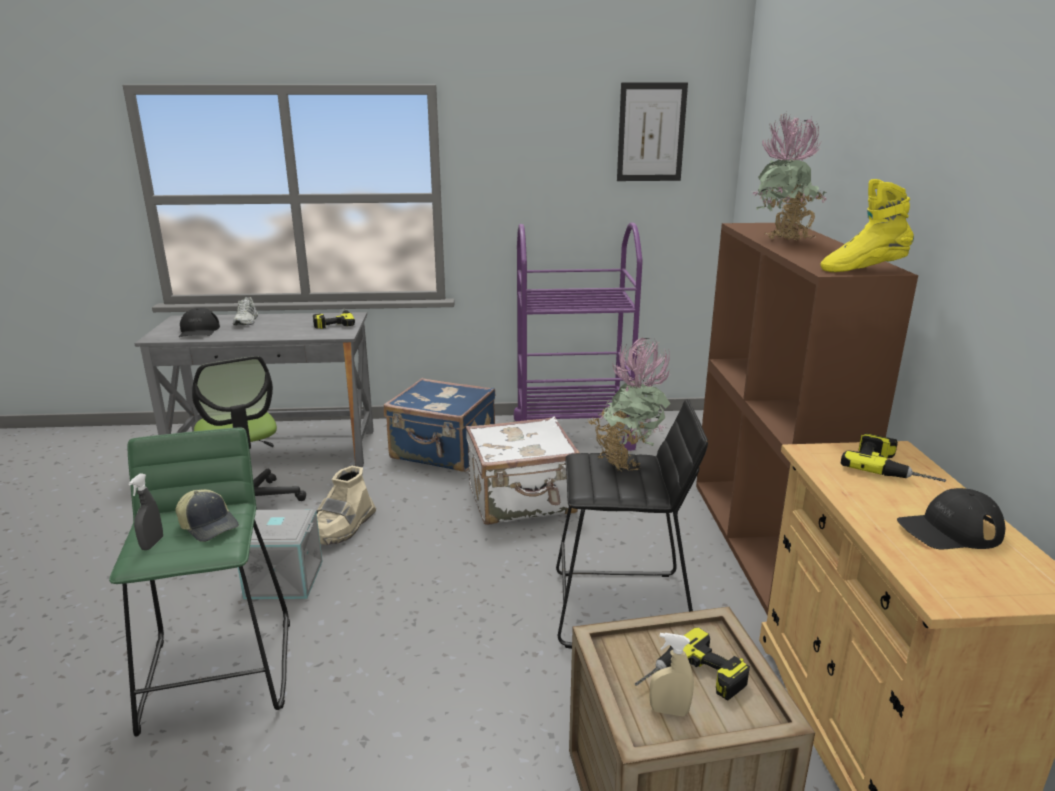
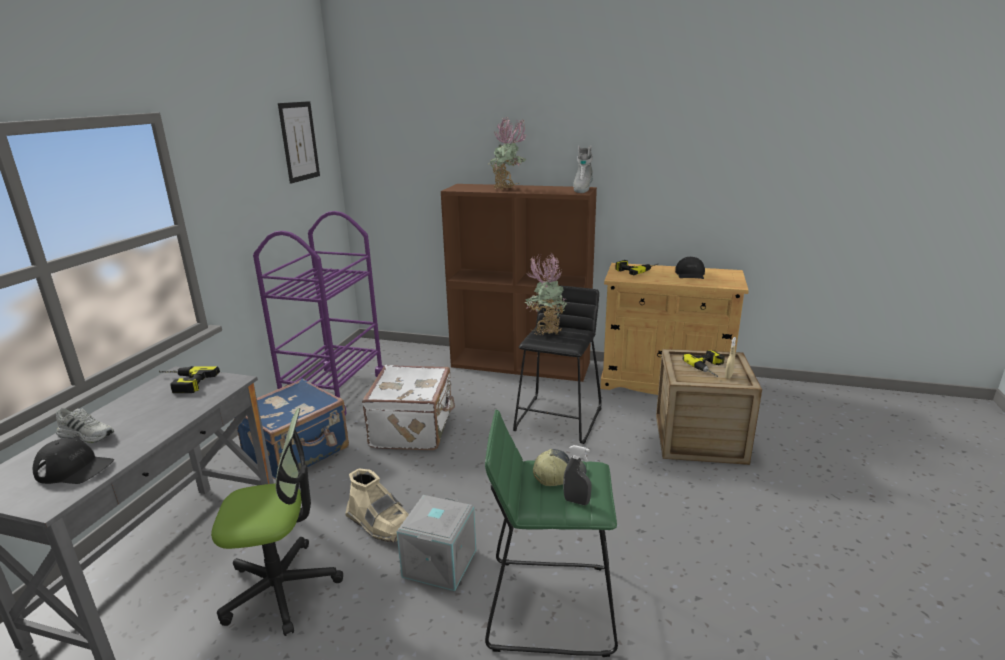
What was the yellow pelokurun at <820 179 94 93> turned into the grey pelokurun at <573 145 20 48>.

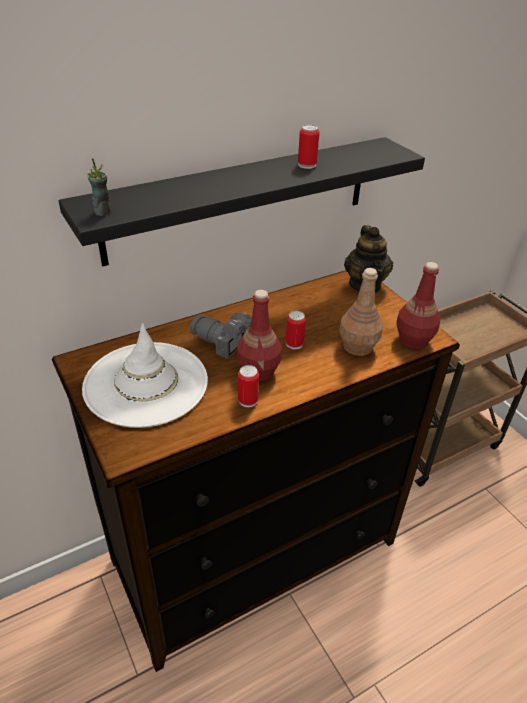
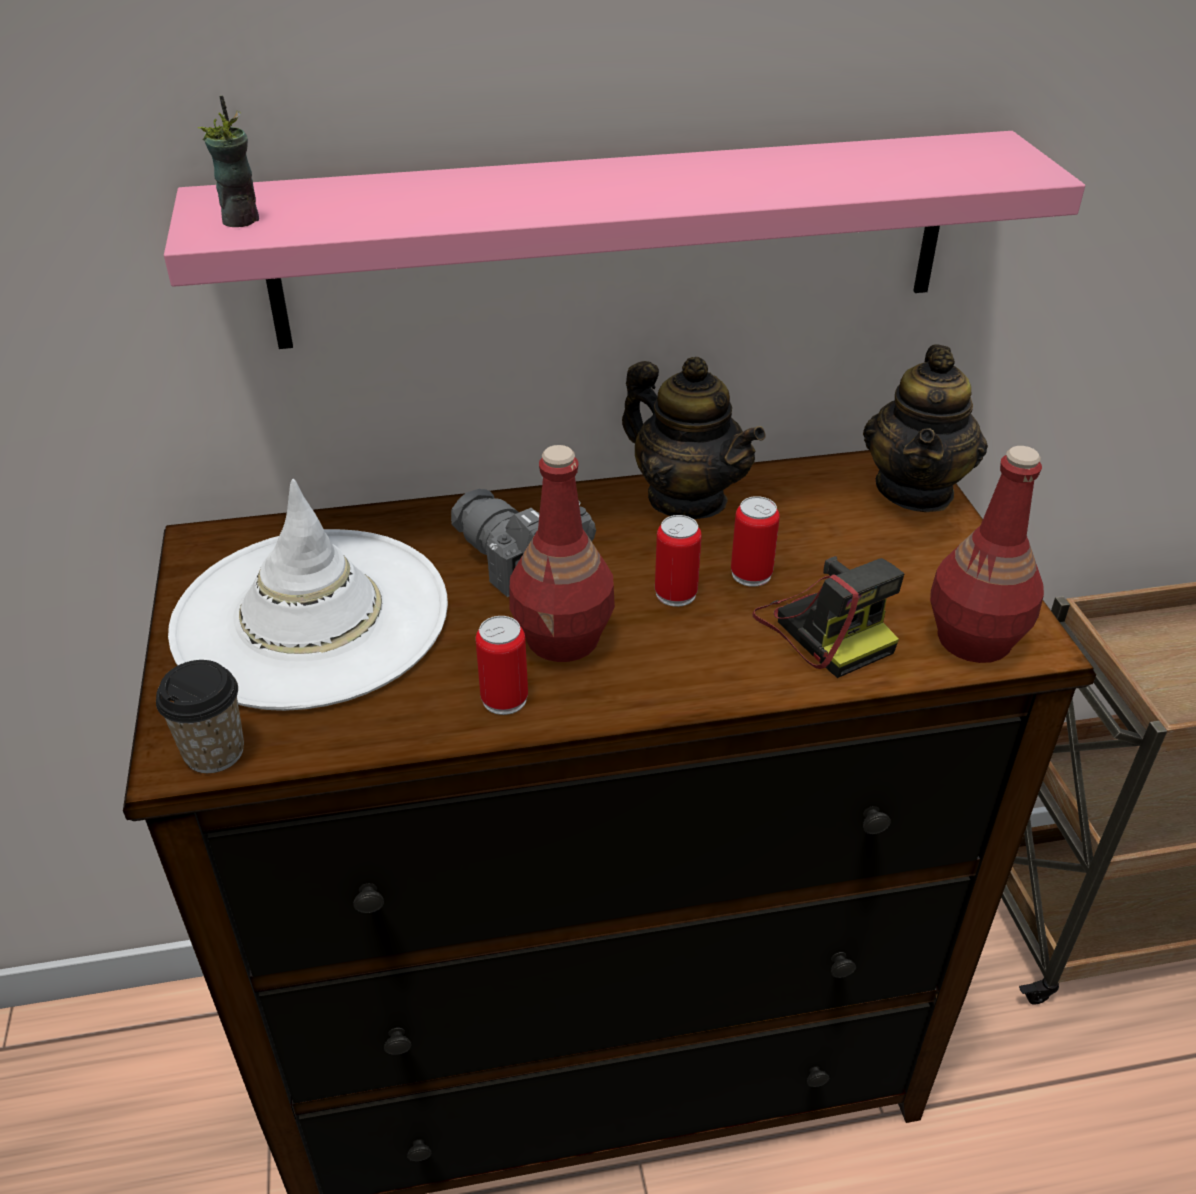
The second view gained the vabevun at <156 660 88 113>.
What was the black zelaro at <58 137 367 129> turned into the pink zelaro at <164 131 921 218>.
The second view gained the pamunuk at <622 357 143 162>.
The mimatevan ended up elsewhere, having gone from <298 125 22 44> to <731 496 49 91>.
Where the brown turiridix stood at <339 268 44 88>, the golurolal came to stand at <752 556 153 122>.

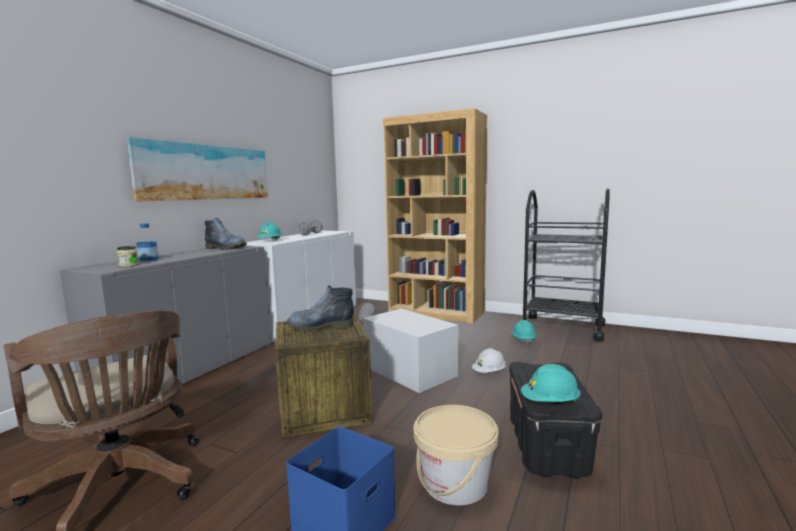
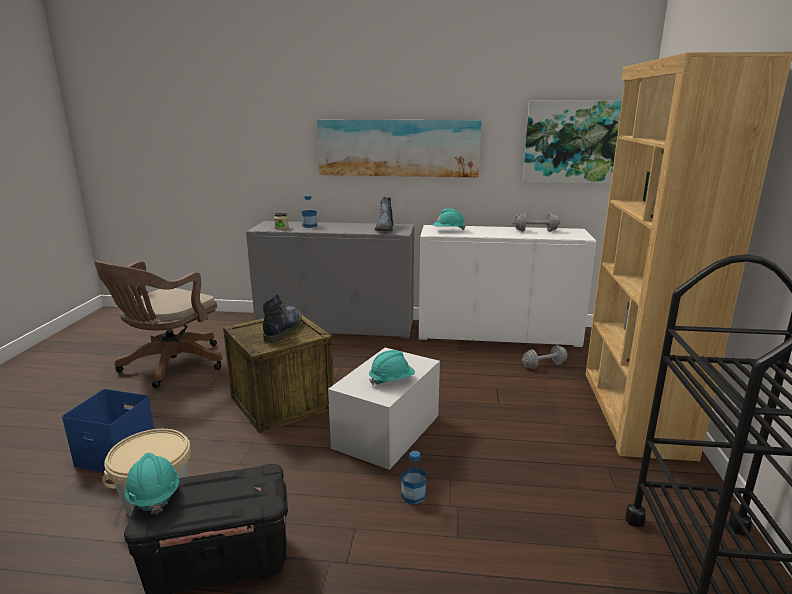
The pelokurun at <286 286 68 45> ended up facing another way, 45 degrees clockwise from before.
The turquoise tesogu ended up elsewhere, having gone from <511 320 25 25> to <369 350 46 35>.
Where the white tesogu stood at <472 348 34 25>, the turiridix came to stand at <401 451 25 54>.
The second view gained the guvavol at <523 101 99 83>.

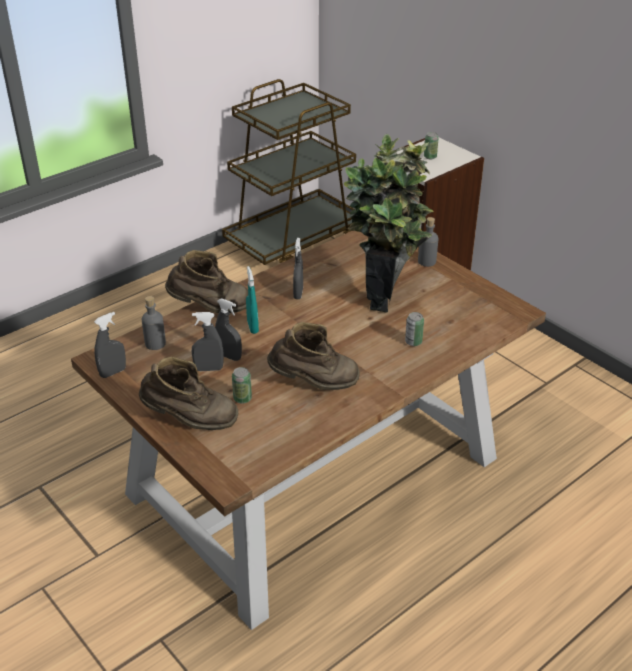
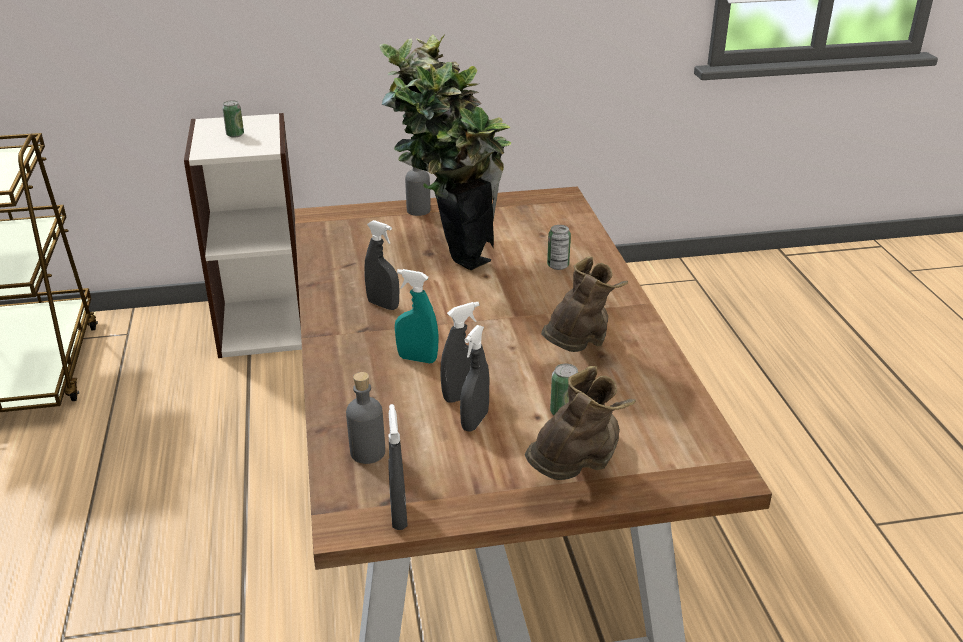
The second view lost the brown pelokurun at <165 250 83 63>.

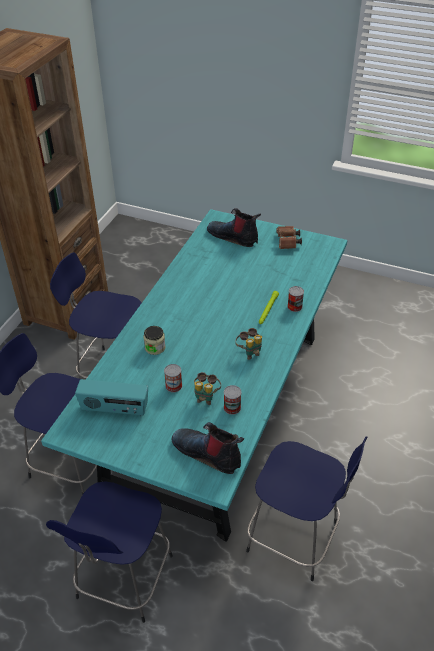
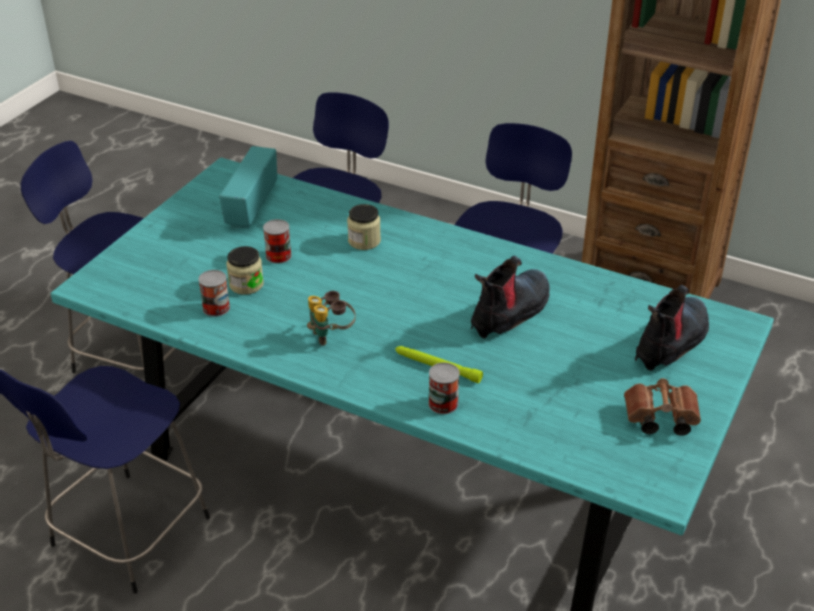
Where the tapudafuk stood at <194 372 27 33>, the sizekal came to stand at <226 246 38 49>.
The pelokurun ended up elsewhere, having gone from <171 422 73 52> to <471 256 79 83>.

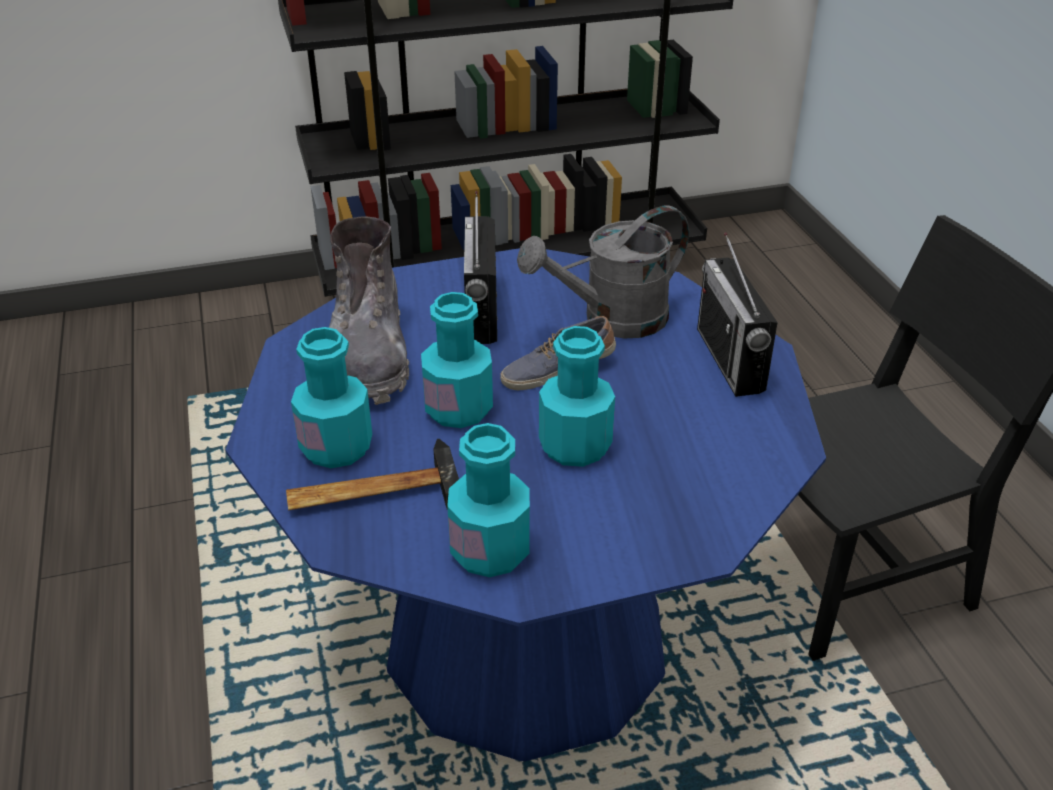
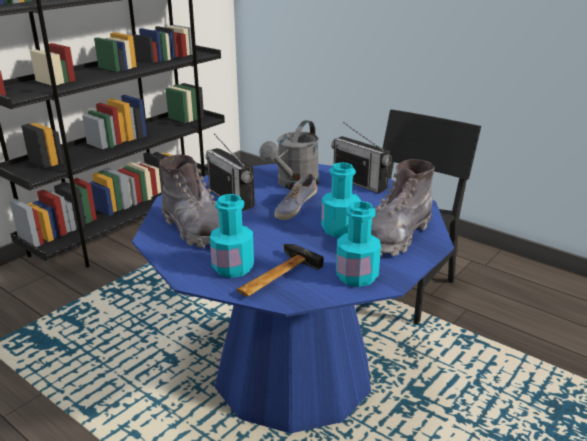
The second view gained the grey pelokurun at <371 159 64 98>.
The second view lost the turquoise turiridix at <421 292 72 136>.

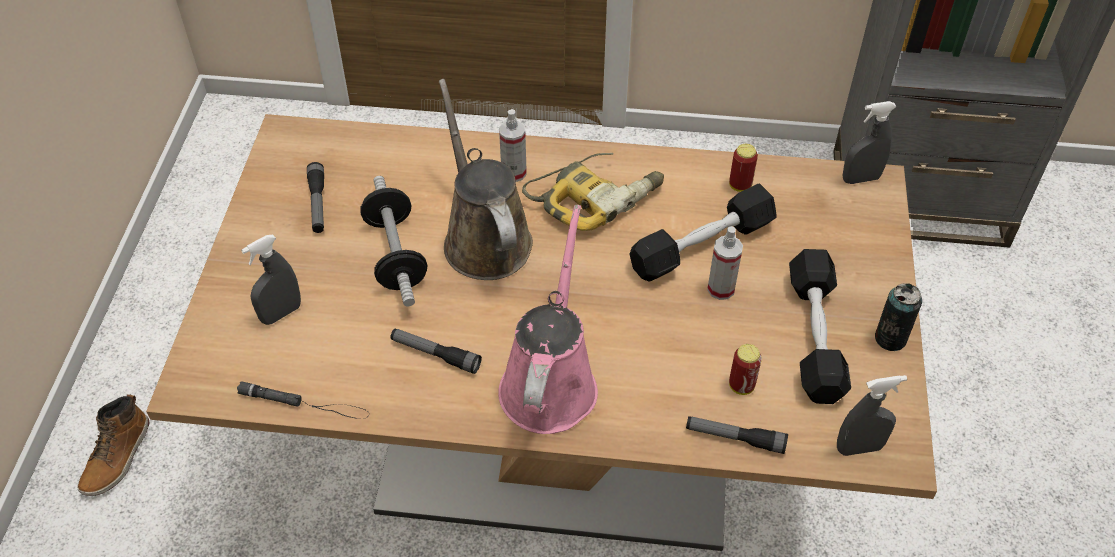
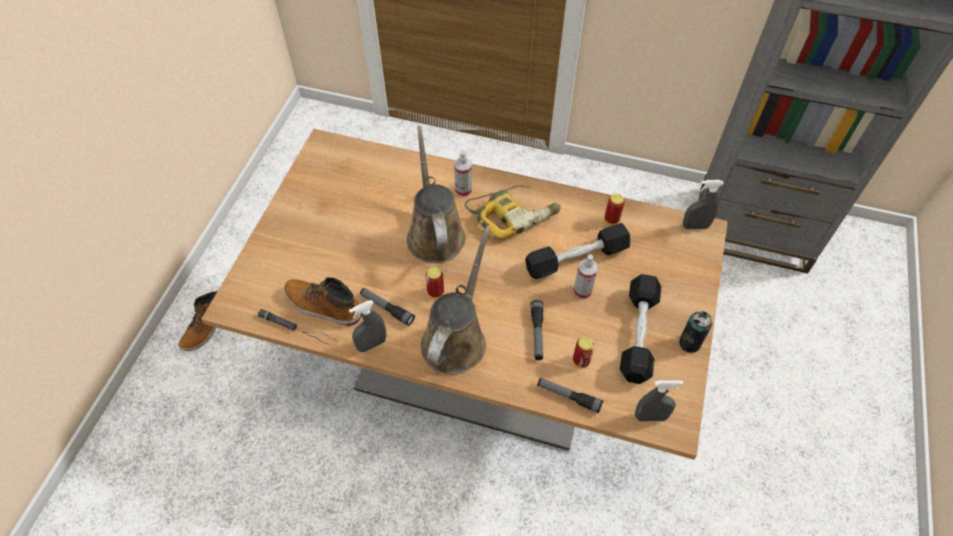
The second view gained the pelokurun at <284 277 77 49>.
The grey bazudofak ended up elsewhere, having gone from <241 235 60 90> to <349 300 37 52>.
What was the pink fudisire at <498 205 100 229> turned into the brown fudisire at <421 227 70 148>.
The second view gained the mimatevan at <426 267 18 31>.
The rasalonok ended up elsewhere, having gone from <307 162 17 71> to <530 300 13 60>.
The second view lost the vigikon at <360 176 68 130>.

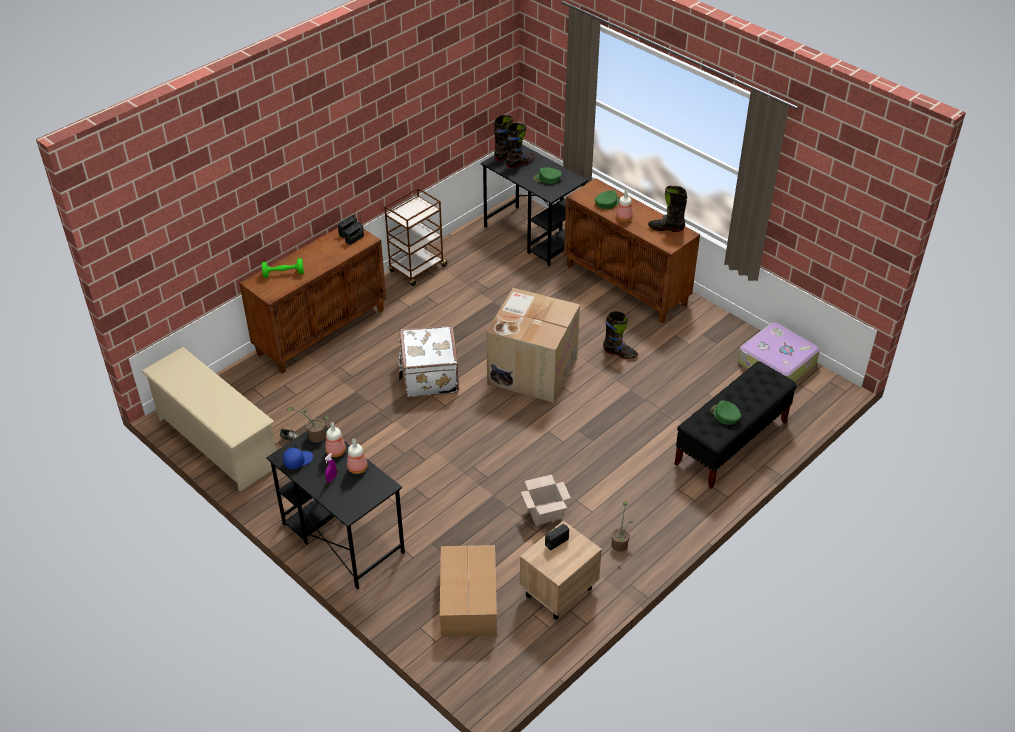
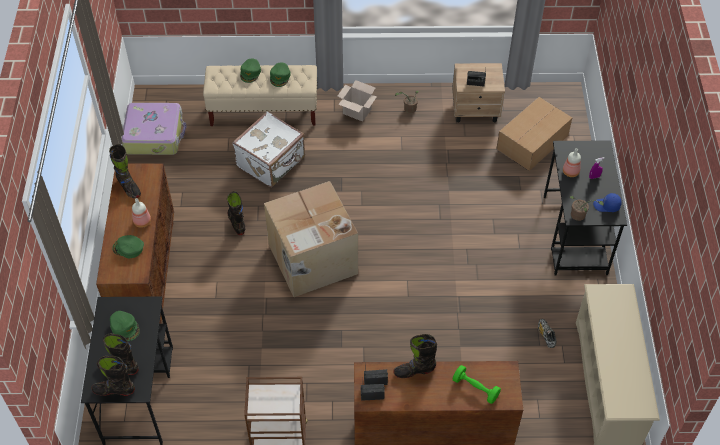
What was the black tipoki at <675 361 122 128> turned into the beige tipoki at <203 65 114 61>.
The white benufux ended up elsewhere, having gone from <398 325 61 72> to <232 111 73 76>.
The second view gained the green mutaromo at <240 59 21 24>.
The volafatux ended up elsewhere, having gone from <521 475 50 50> to <338 80 39 42>.
The second view gained the black pelokurun at <393 334 44 44>.
The second view lost the turiridix at <325 422 21 35>.

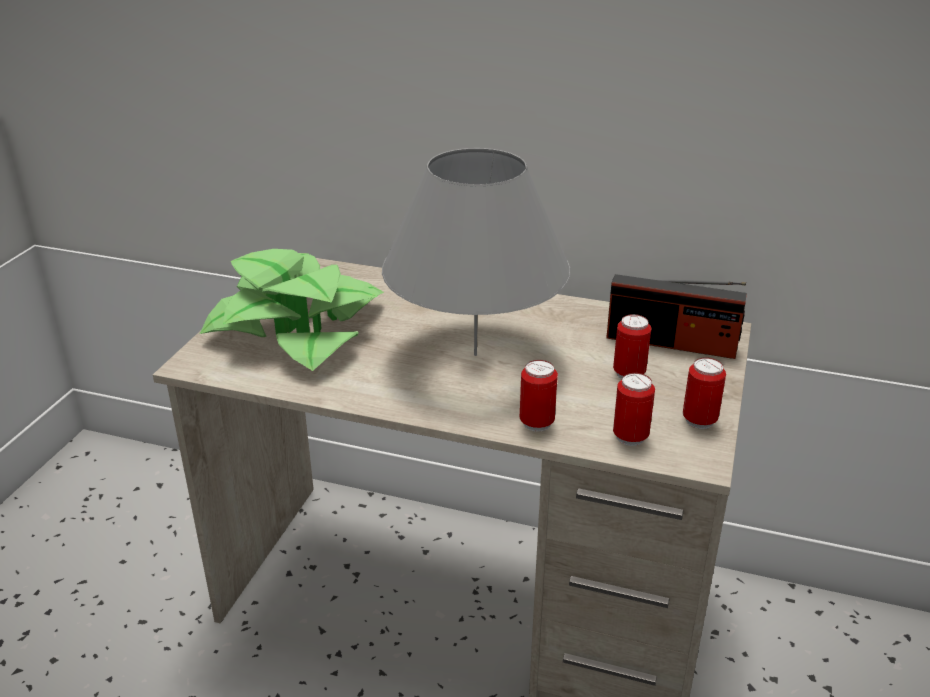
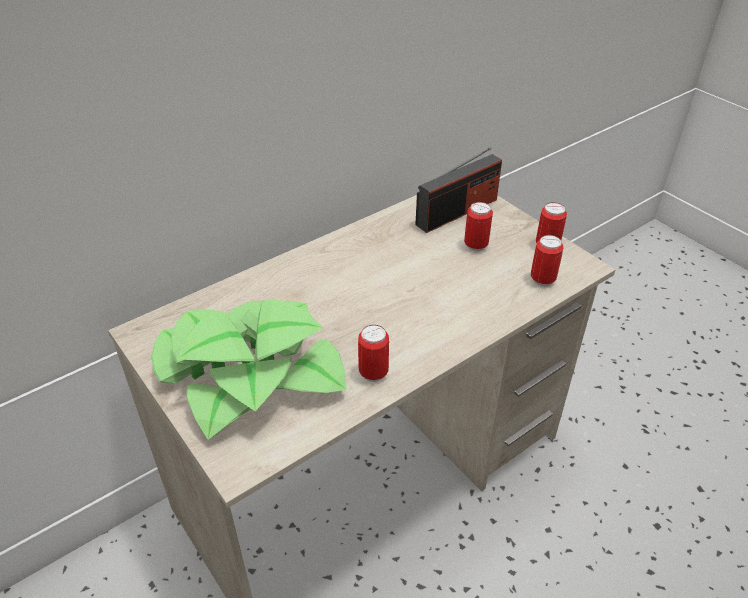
The mimatevan ended up elsewhere, having gone from <520 360 38 72> to <358 325 31 57>.
The second view lost the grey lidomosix at <382 148 189 208>.

